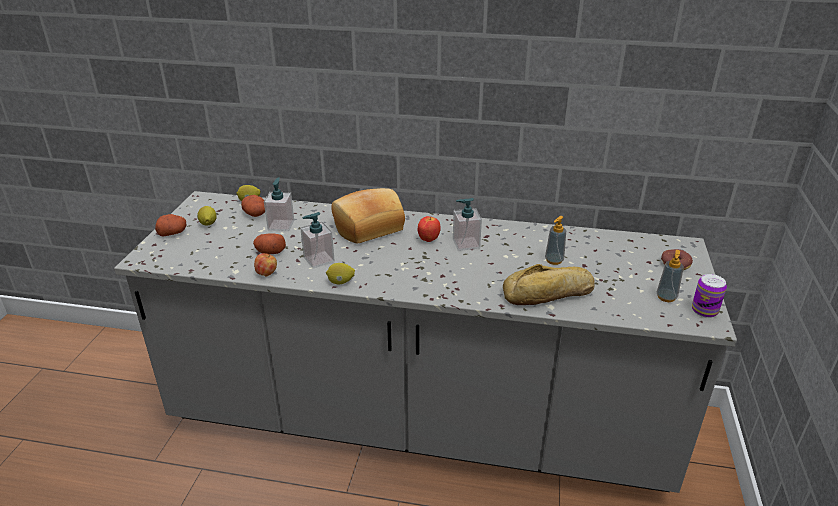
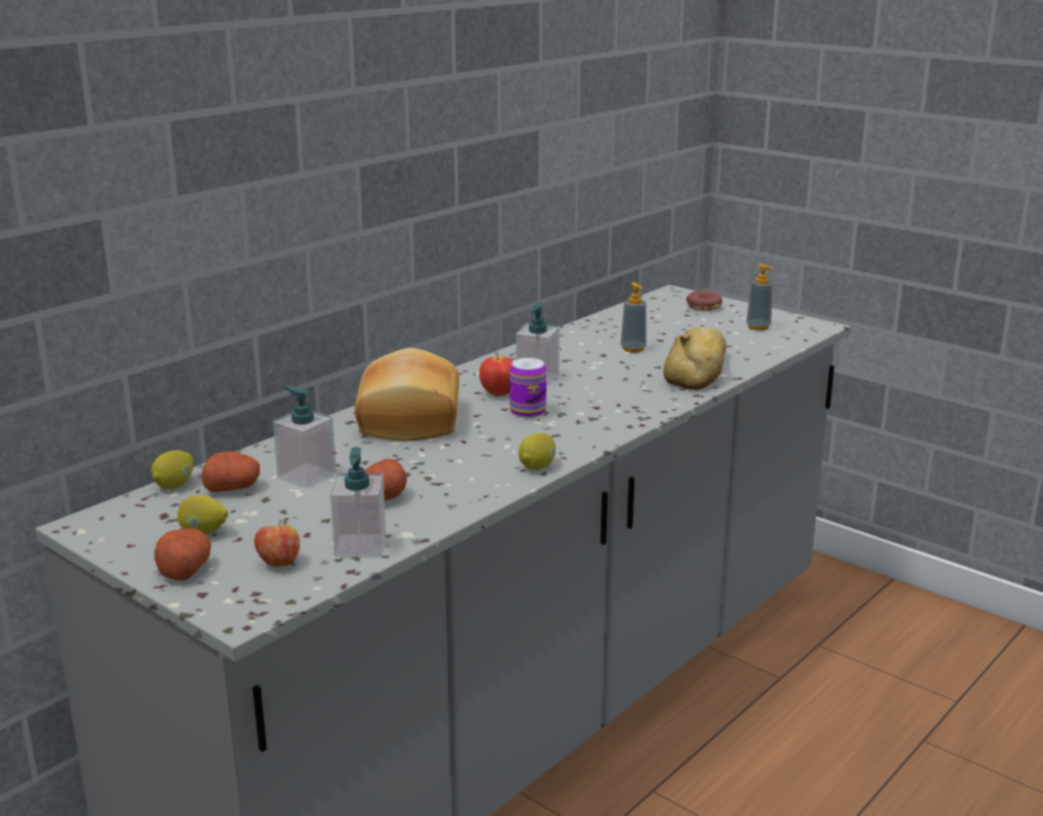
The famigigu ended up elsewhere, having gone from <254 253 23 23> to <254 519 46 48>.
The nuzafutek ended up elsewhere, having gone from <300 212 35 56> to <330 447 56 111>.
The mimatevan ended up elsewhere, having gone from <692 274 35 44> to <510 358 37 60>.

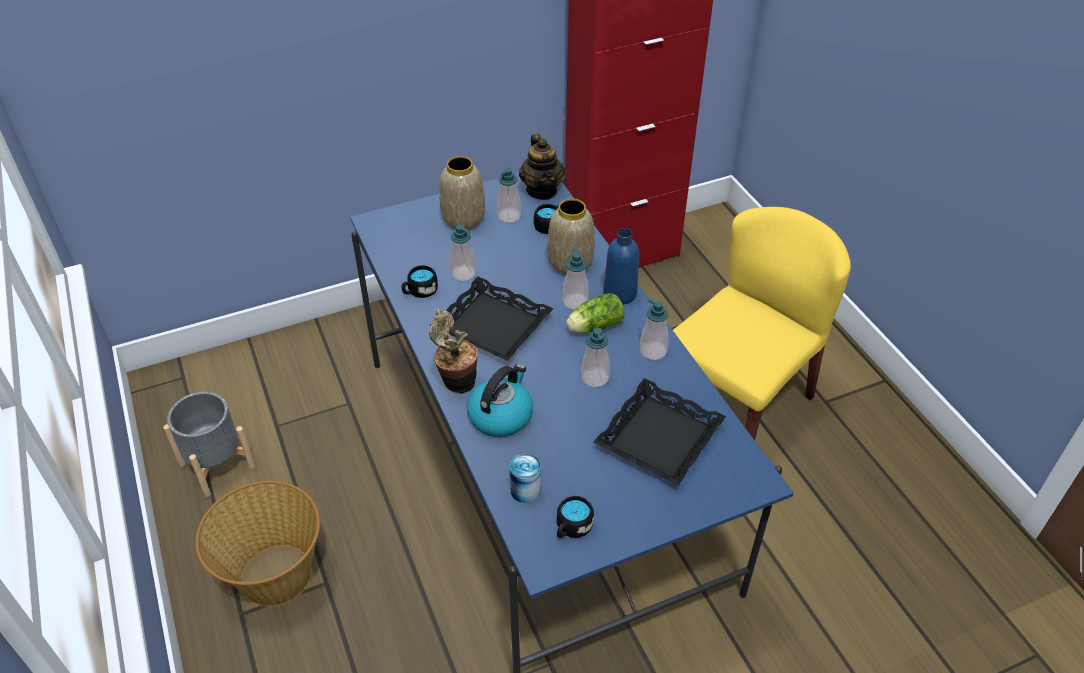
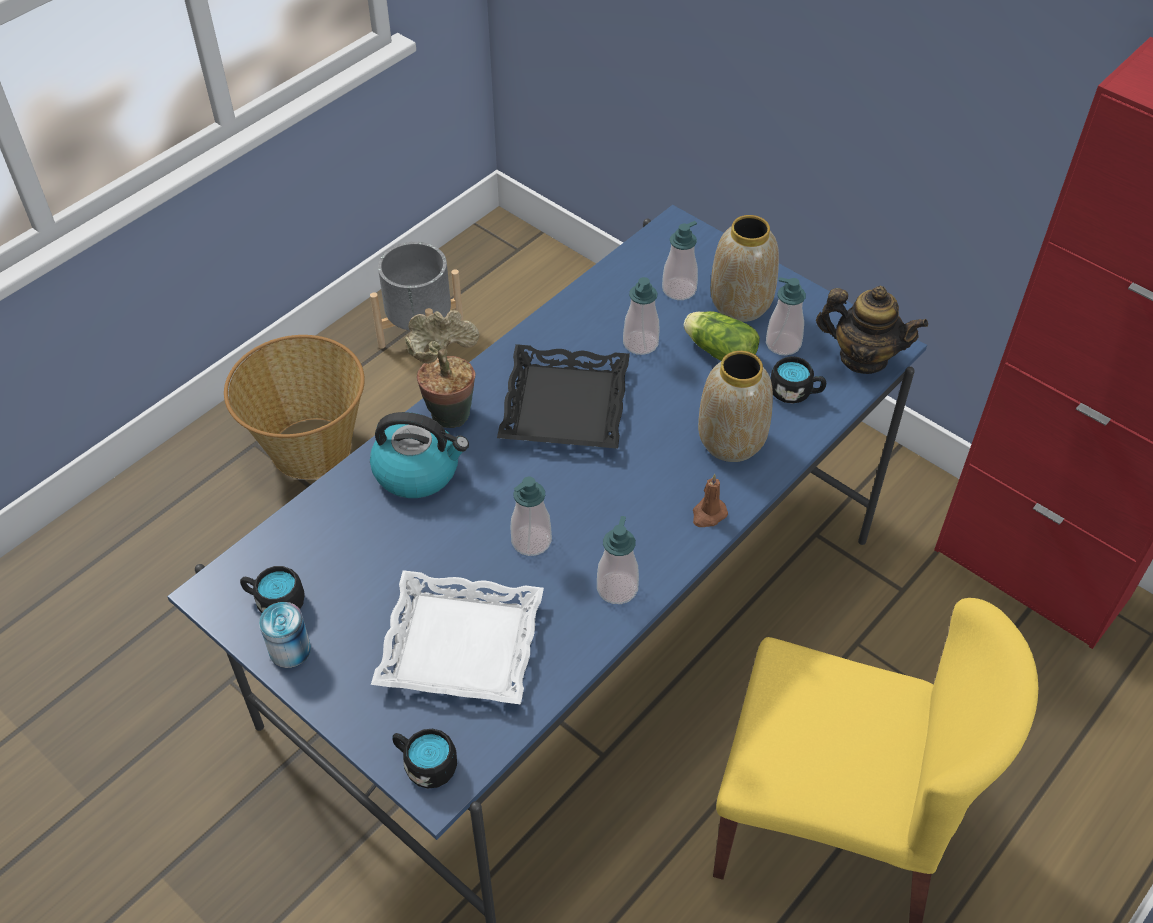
The mimatevan ended up elsewhere, having gone from <509 454 32 49> to <259 602 52 66>.
What was the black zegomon at <593 378 133 108> turned into the white zegomon at <371 570 173 135>.
The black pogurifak ended up elsewhere, having gone from <402 265 36 33> to <392 729 65 60>.
The nuzafutek ended up elsewhere, having gone from <562 248 27 62> to <662 221 36 79>.
The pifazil ended up elsewhere, having gone from <566 293 58 40> to <684 311 76 50>.
Where the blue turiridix stood at <603 228 36 77>, the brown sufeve came to stand at <693 474 35 53>.
The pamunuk at <519 134 46 66> ended up facing another way, 120 degrees counterclockwise from before.

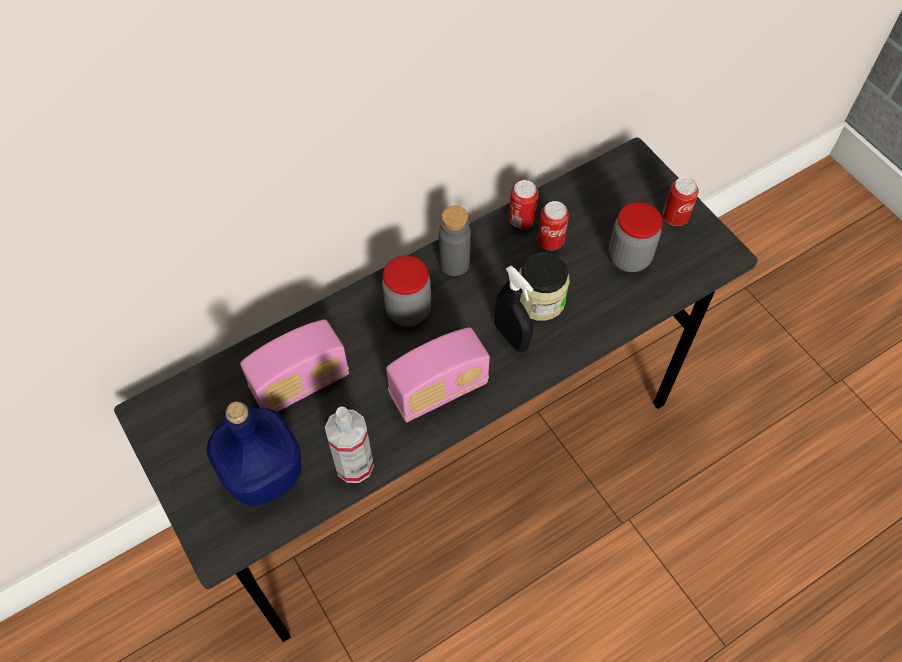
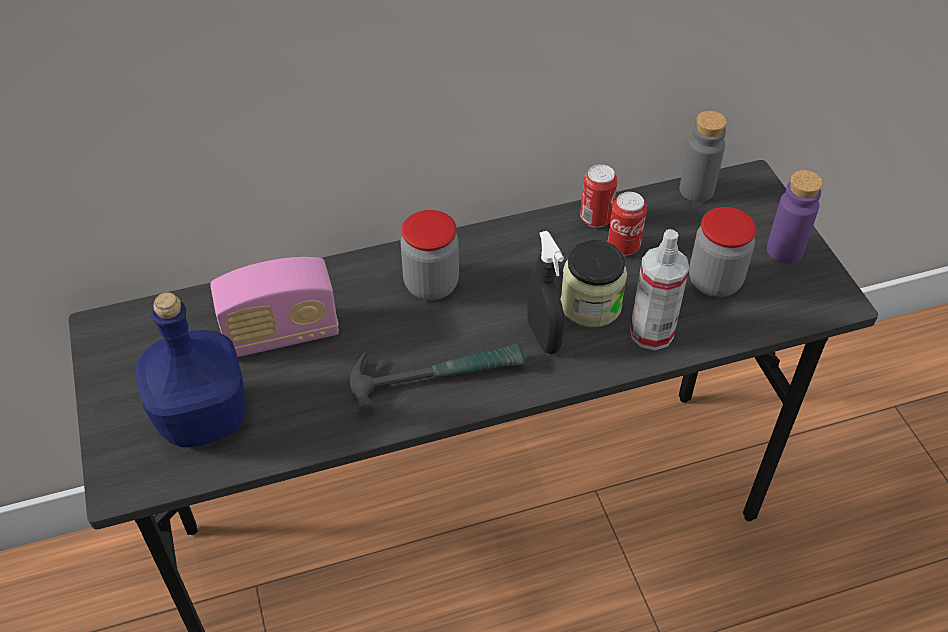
Where the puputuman stood at <386 327 104 95>, the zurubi came to stand at <350 343 176 71>.
The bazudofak ended up elsewhere, having gone from <325 407 49 76> to <630 229 59 121>.
The grey turiridix ended up elsewhere, having gone from <439 206 32 70> to <680 111 47 91>.
Where the mimatevan stood at <663 177 36 49>, the purple turiridix came to stand at <767 170 56 93>.

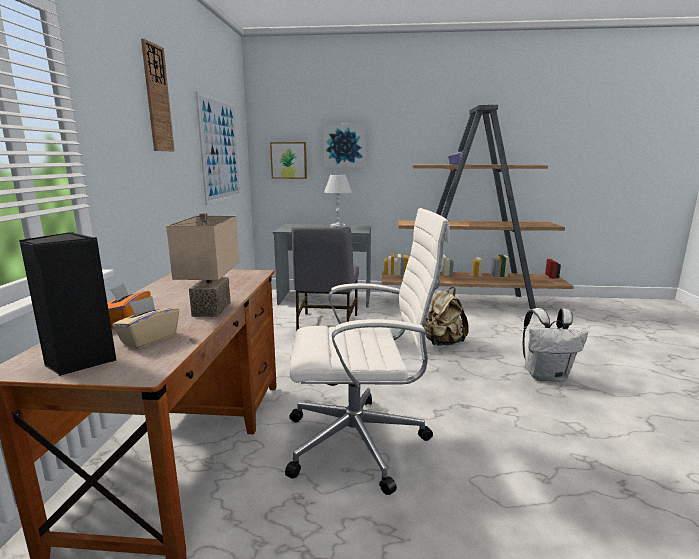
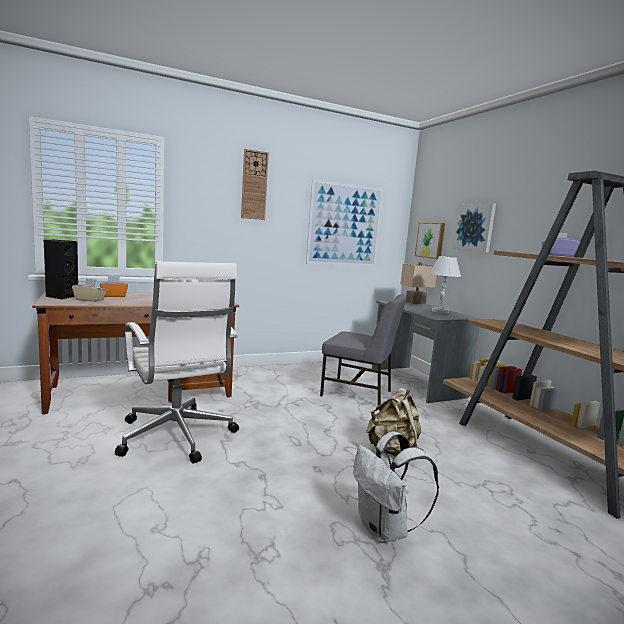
The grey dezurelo at <291 227 68 104> ended up facing another way, 135 degrees counterclockwise from before.
The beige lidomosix ended up elsewhere, having gone from <166 213 73 104> to <400 262 37 42>.

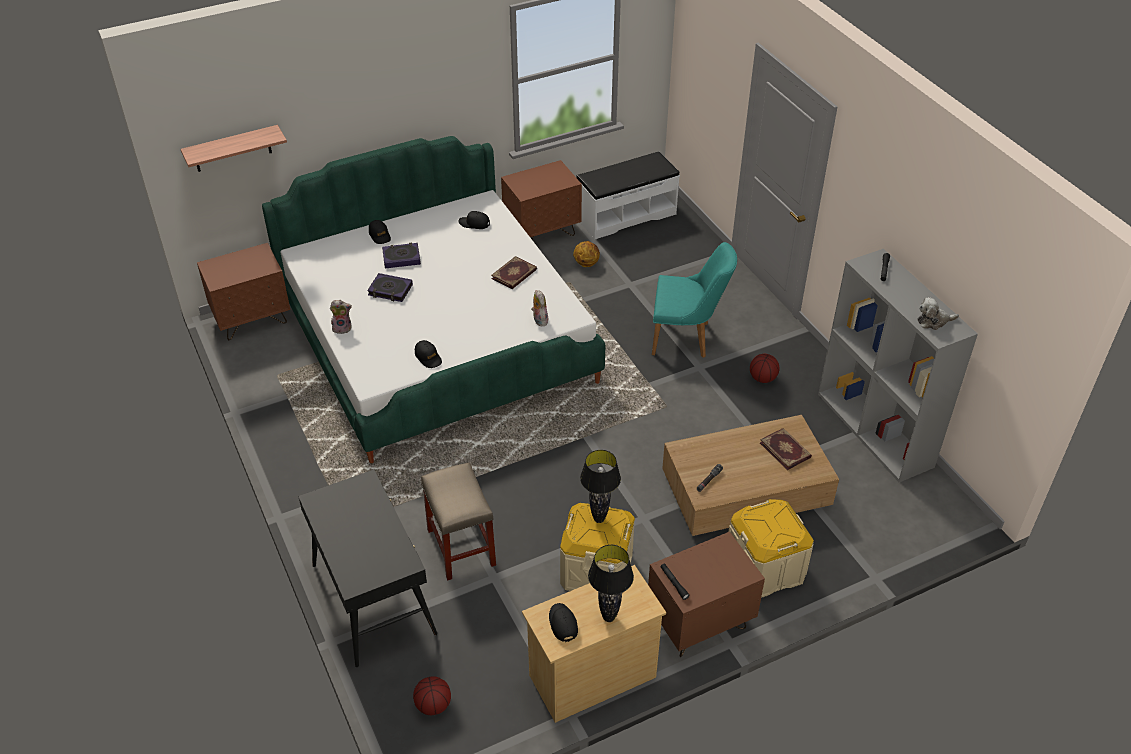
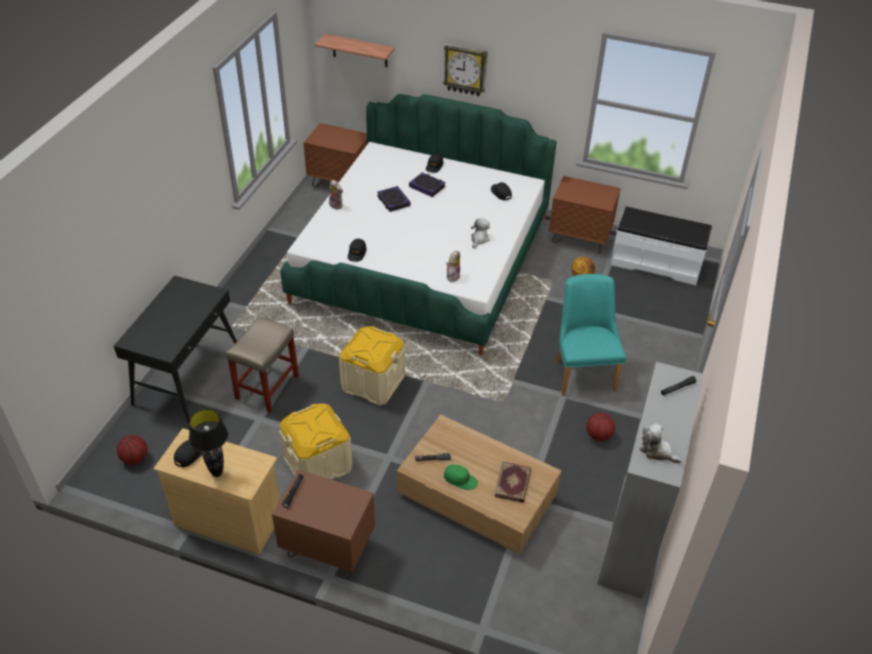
The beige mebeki ended up elsewhere, having gone from <728 499 86 99> to <339 326 66 79>.
The second view gained the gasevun at <443 43 45 53>.
The second view gained the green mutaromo at <444 464 34 26>.
Where the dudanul stood at <491 256 46 33>, the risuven came to stand at <471 218 19 31>.
The turquoise dezurelo at <652 242 85 116> ended up facing another way, 150 degrees counterclockwise from before.
The second view lost the black lidomosix at <580 450 41 73>.

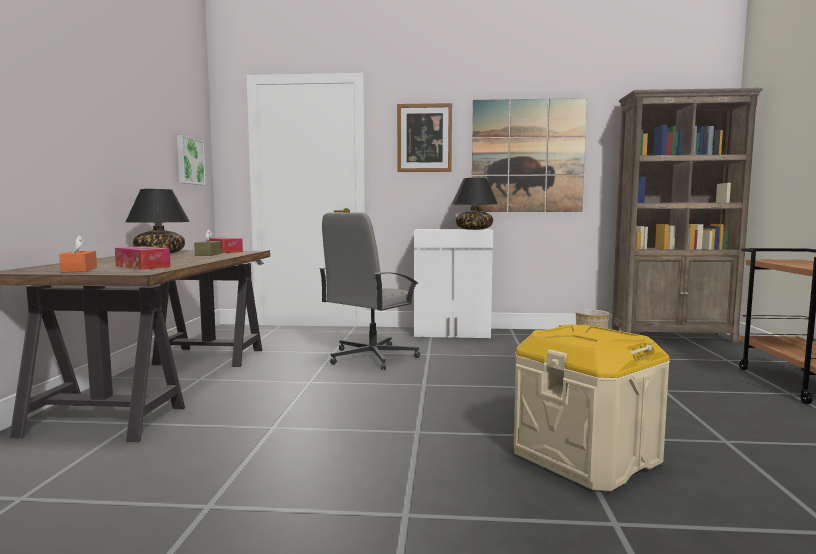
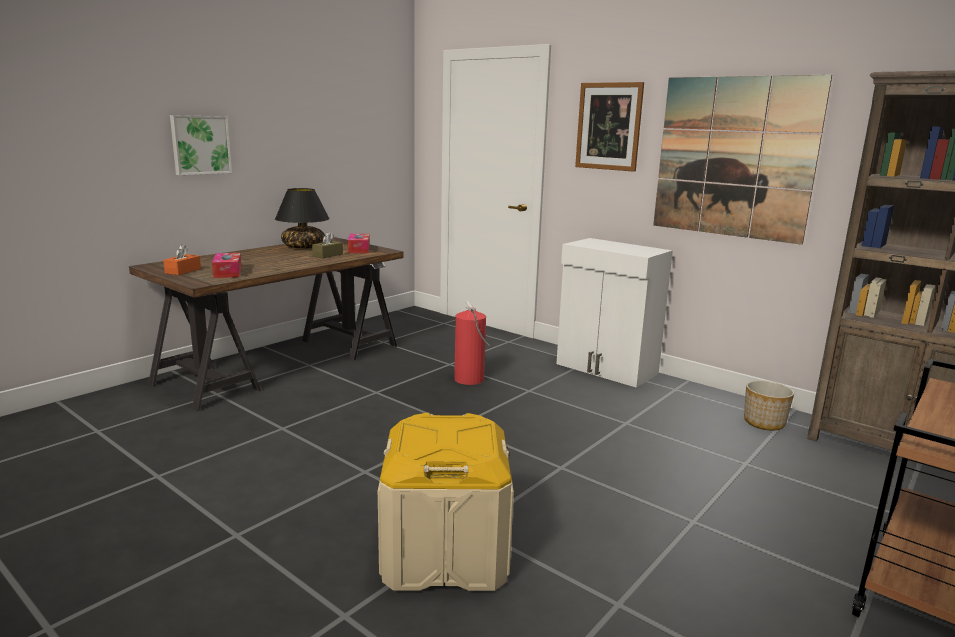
The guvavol ended up elsewhere, having gone from <177 135 29 50> to <170 115 62 60>.
Where the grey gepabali stood at <319 212 101 158>, the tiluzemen came to stand at <454 301 36 84>.
The second view lost the black lidomosix at <452 178 46 52>.

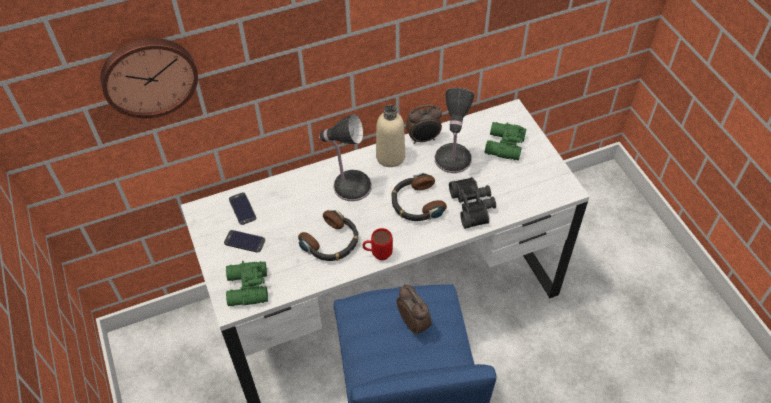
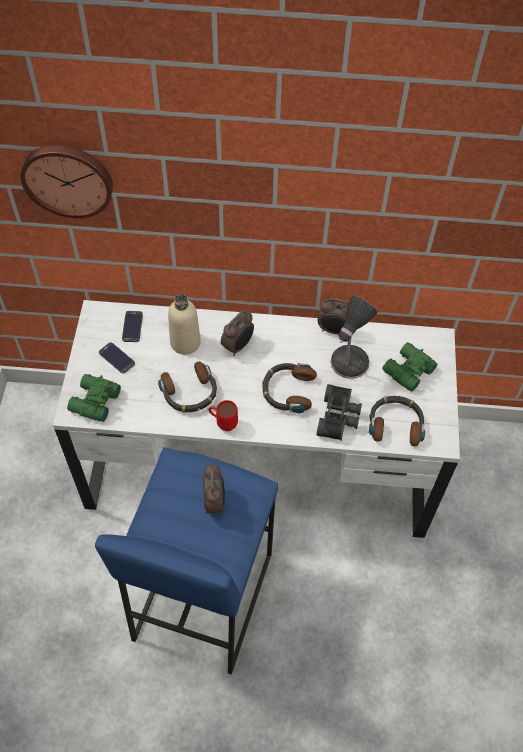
The beige turiridix ended up elsewhere, having gone from <376 105 29 62> to <168 294 33 61>.
Where the lidomosix stood at <319 114 53 87>, the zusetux came to stand at <221 310 33 46>.
The second view gained the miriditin at <369 396 56 50>.

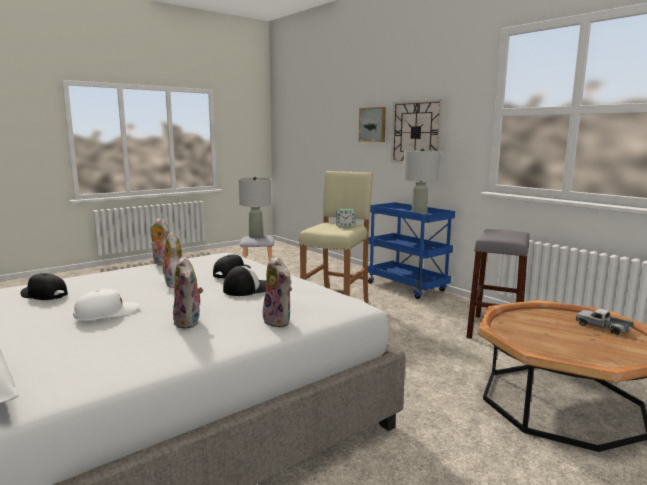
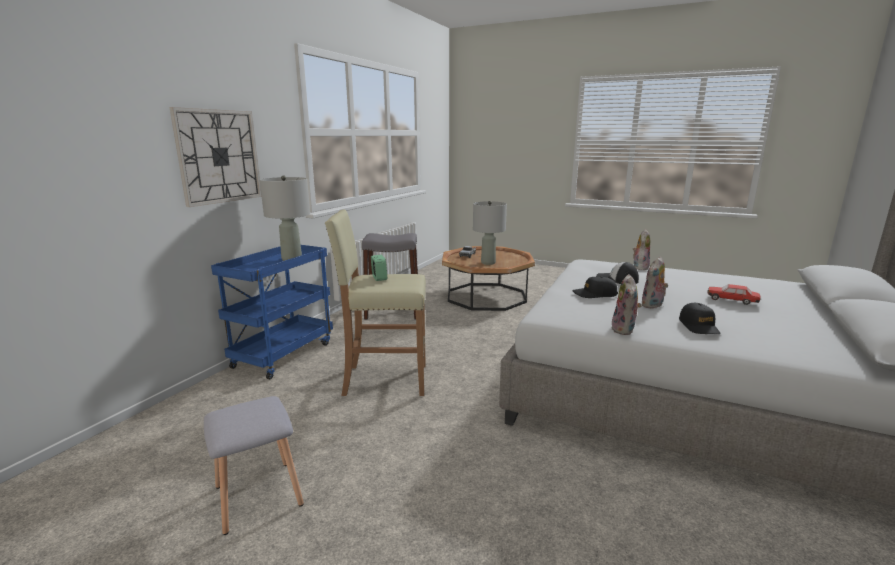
The grey lidomosix ended up elsewhere, having gone from <238 176 33 62> to <473 201 34 64>.
The black mutaromo ended up elsewhere, having gone from <20 273 48 27> to <679 303 41 31>.
Where the white mutaromo stood at <73 289 66 32>, the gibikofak came to stand at <707 284 54 21>.
The second view lost the risuven at <173 256 30 73>.
The second view lost the guvavol at <359 107 27 35>.

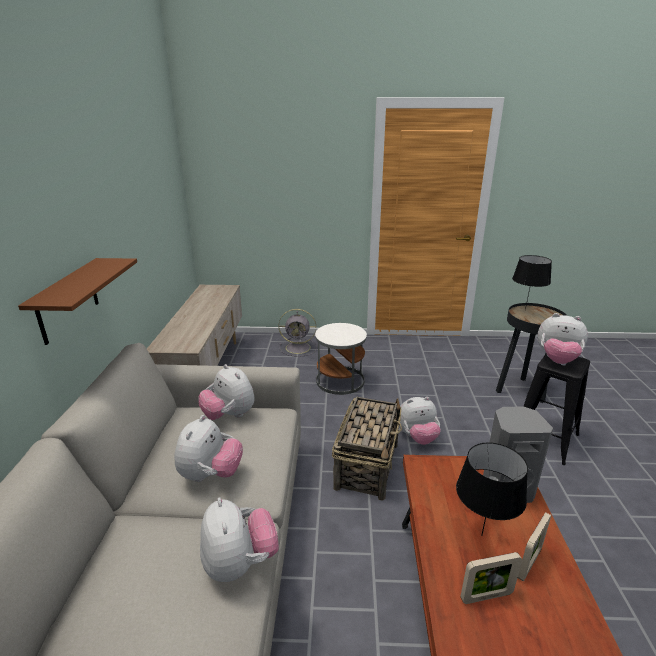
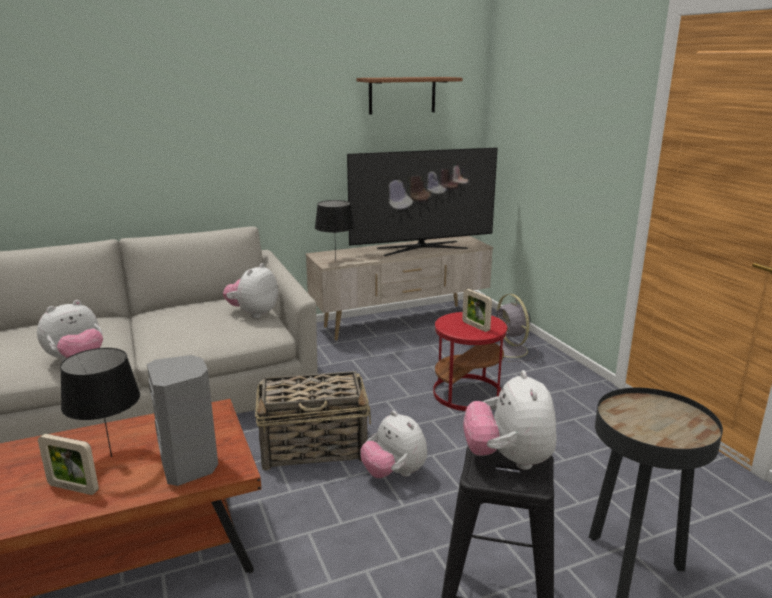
The black lidomosix ended up elsewhere, having gone from <512 255 40 55> to <315 200 39 62>.
The second view gained the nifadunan at <347 148 151 108>.
The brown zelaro ended up elsewhere, having gone from <18 258 119 87> to <356 77 106 38>.
What was the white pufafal at <315 323 52 72> turned into the red pufafal at <433 312 74 99>.
The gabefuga ended up elsewhere, having gone from <461 552 61 52> to <462 289 30 43>.
The second view lost the risuven at <174 415 69 67>.

